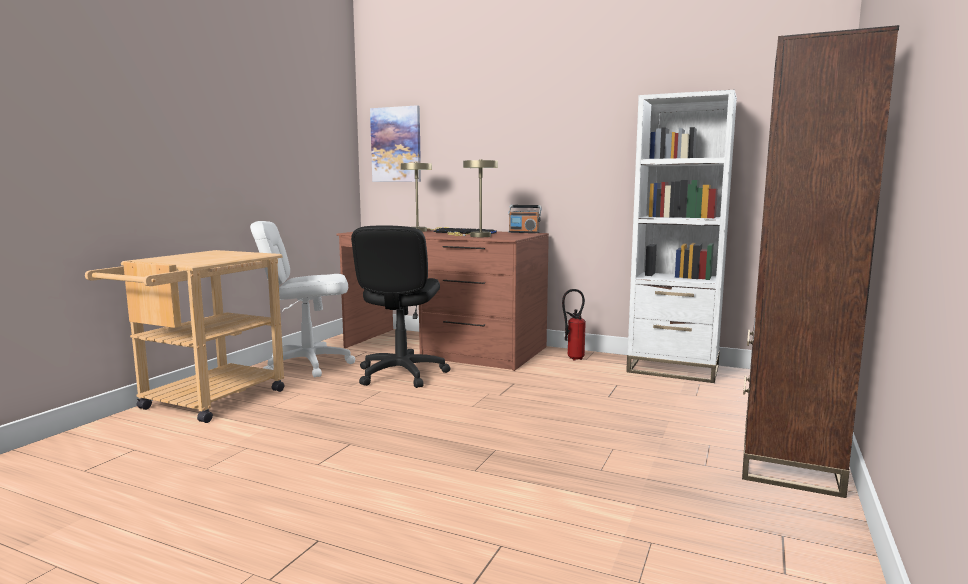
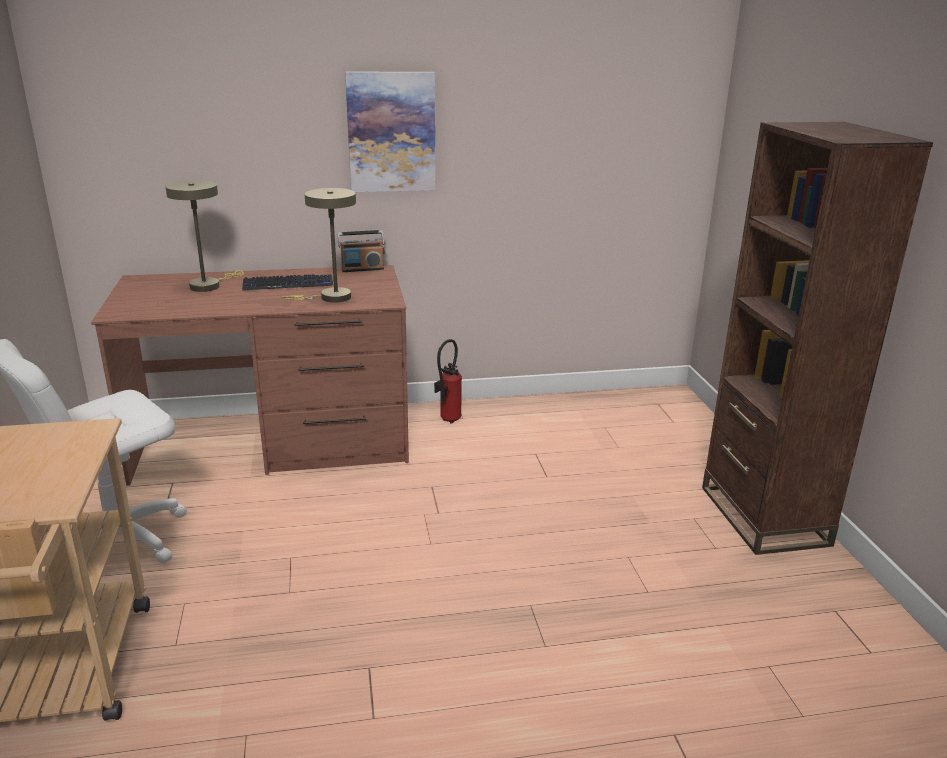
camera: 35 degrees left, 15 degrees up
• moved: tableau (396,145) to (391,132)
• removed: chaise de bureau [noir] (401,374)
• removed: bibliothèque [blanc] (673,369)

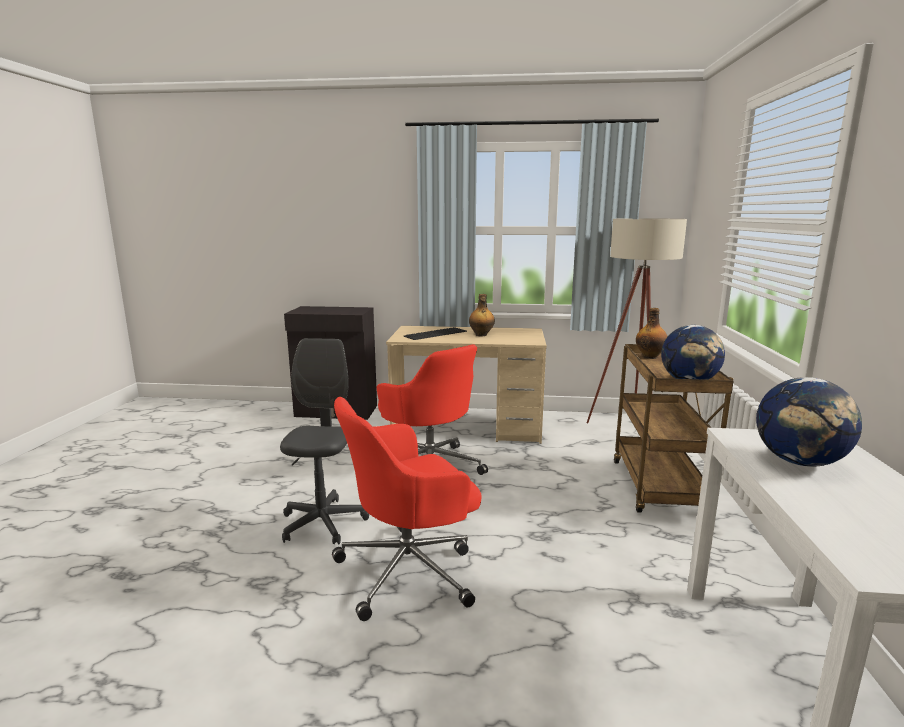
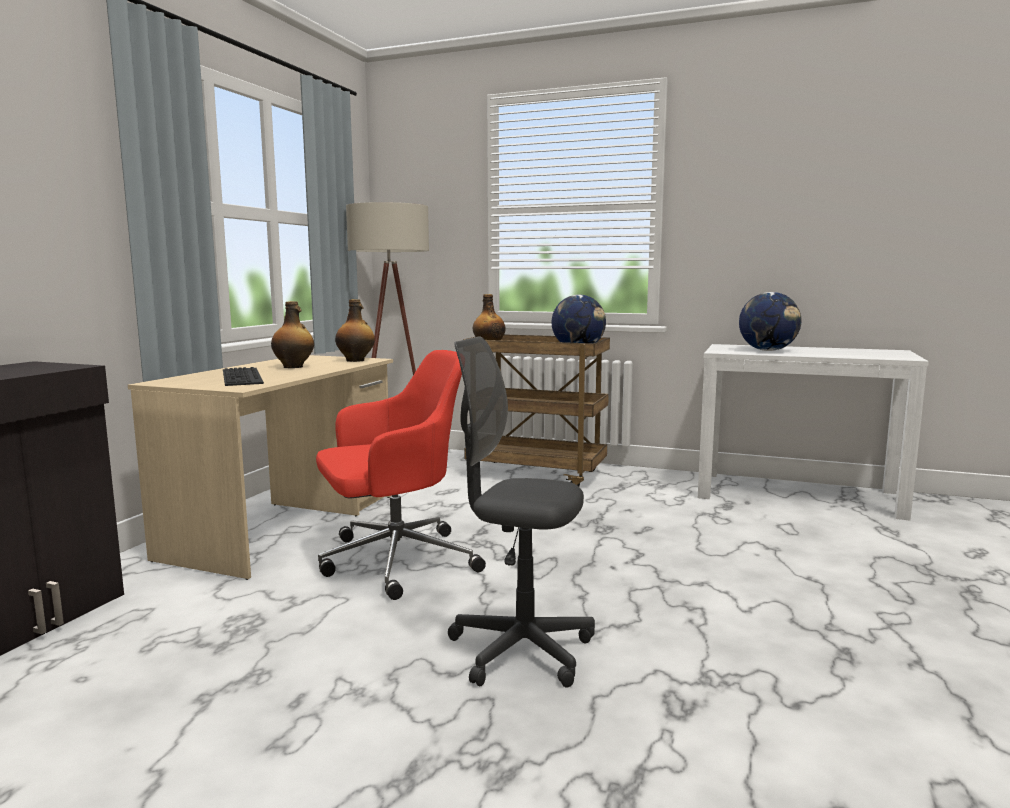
camera: 75 degrees left, 5 degrees down
• added: bouteille (356,360)
• removed: chaise de bureau [rouge] (410,570)

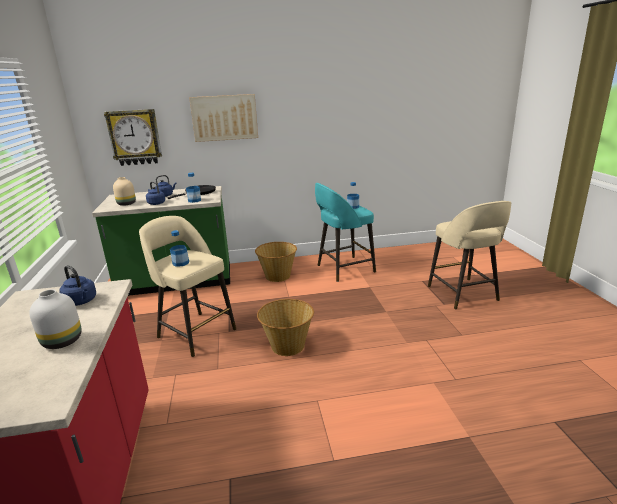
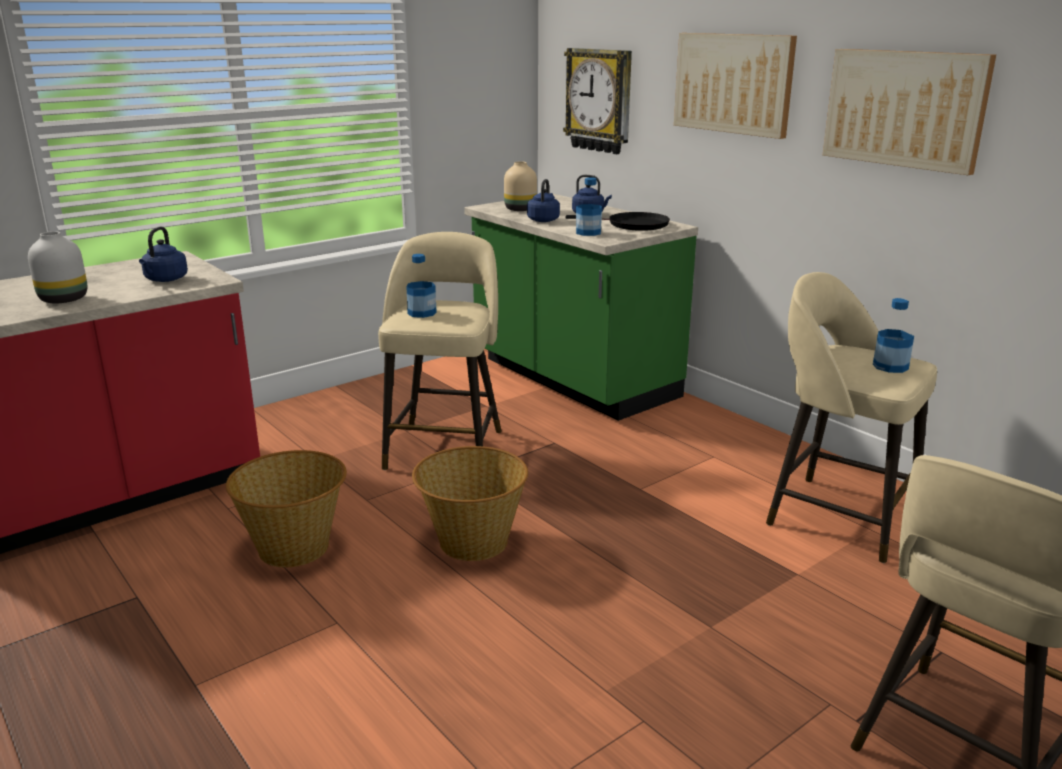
camera: 60 degrees right, 0 degrees up
• moved: panier (278,276) to (295,547)
• recoloured: tabouret [turquoise] (344,269) to tabouret [beige] (837,516)
• added: tableau (904,108)

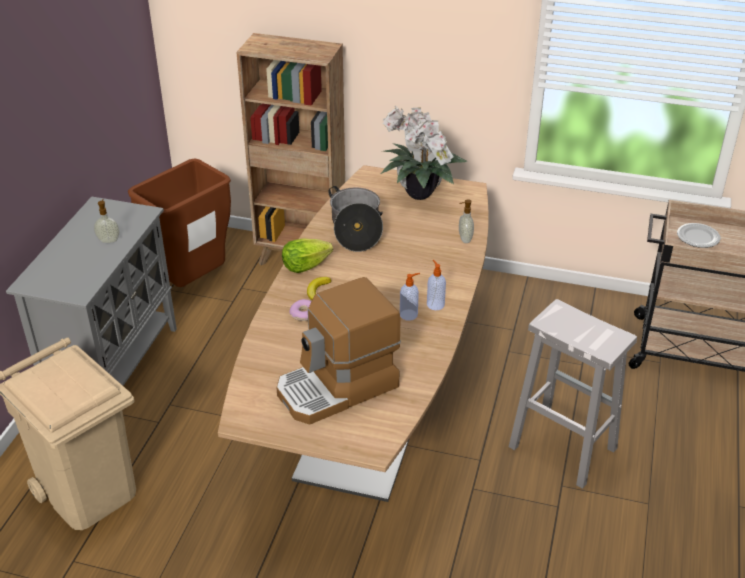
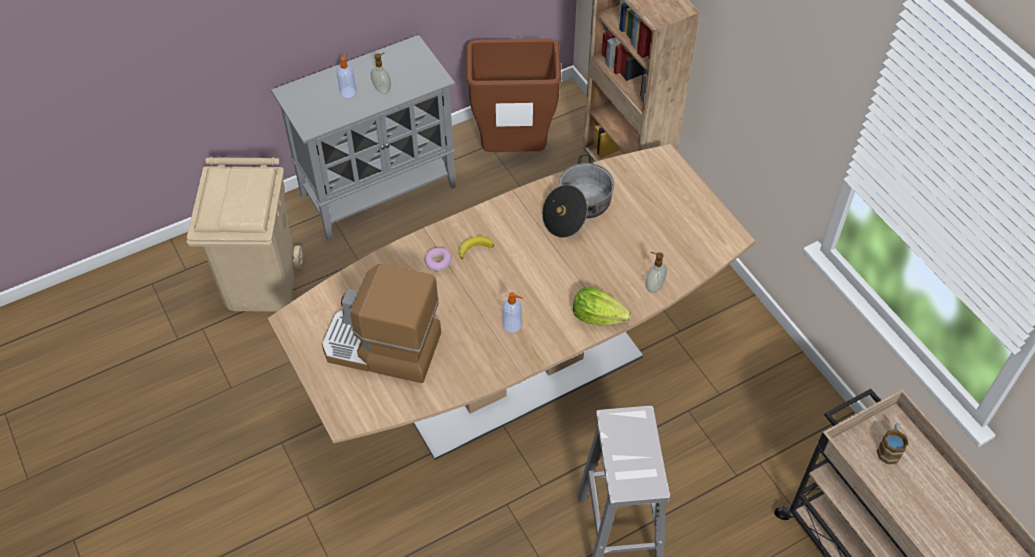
camera: 45 degrees right, 15 degrees up
• moved: distributeur de savon (435,304) to (348,92)
• moved: laitue (305,266) to (597,316)
• replaced: assiette (697,237) to mug (889,449)
• removed: plante en pot (420,196)

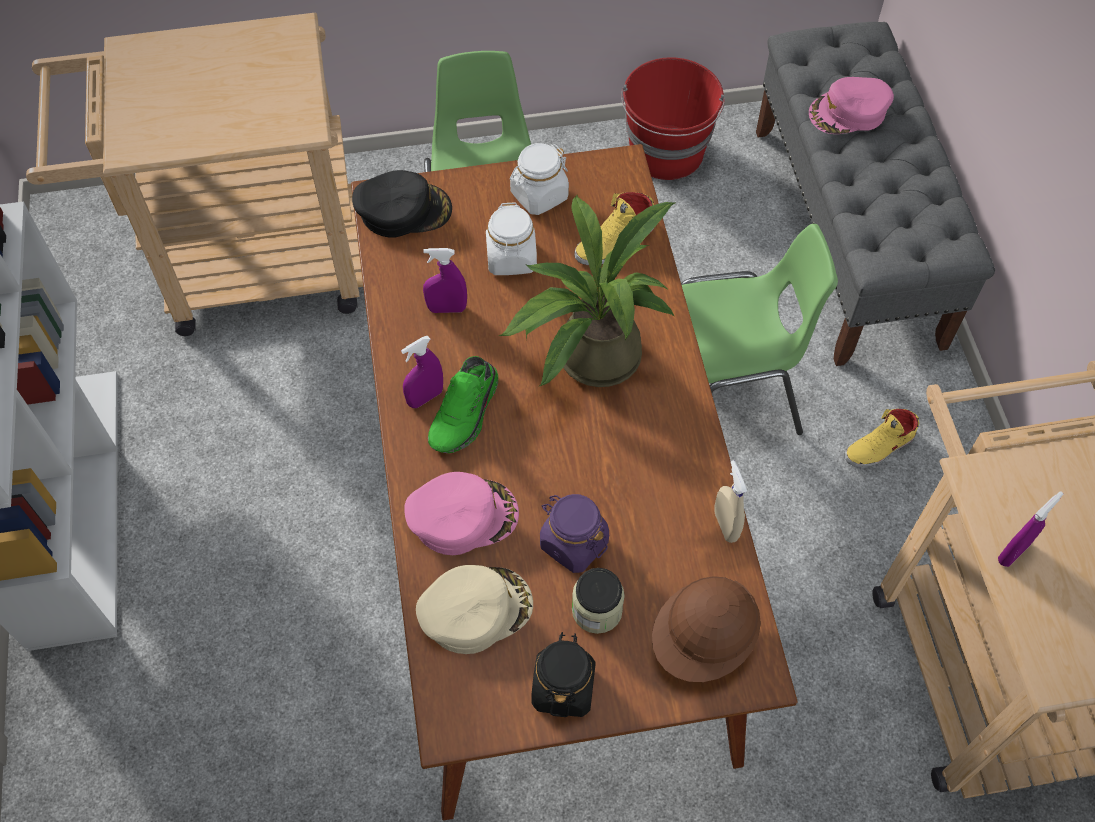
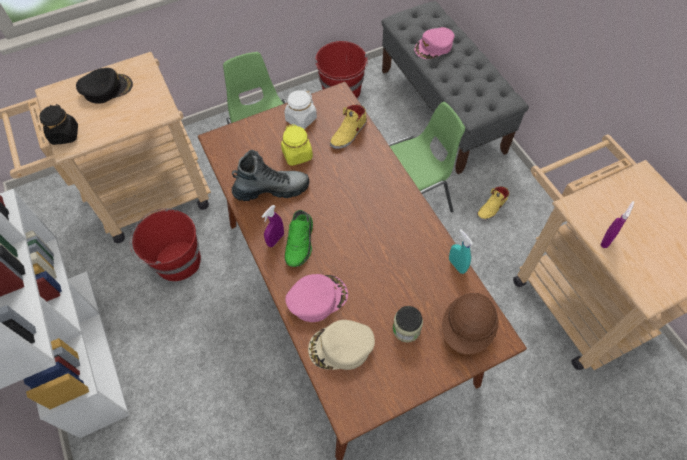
camera: 15 degrees left, 0 degrees up
• moved: bocal [noir] (563,687) to (65,134)
• moved: casquette [noir] (403,209) to (106,88)
• added: seau [rouge] (176,261)
• replaced: vaporisateur [violet] (447,308) to botte (271,189)
• recoloured: bocal [blanc] (511,258) to bocal [jaune] (297,155)
• turned: casquette [beige] (475,609) = (341,347) 150 degrees counterclockwise
• recoloured: vaporisateur [beige] (725,525) to vaporisateur [turquoise] (457,265)
• removed: plante en pot (588,359)
• removed: bocal [violet] (573,543)

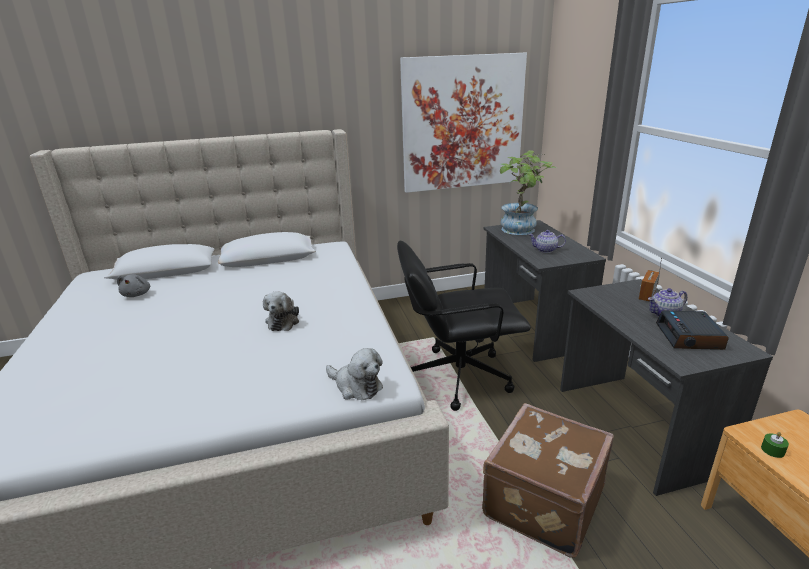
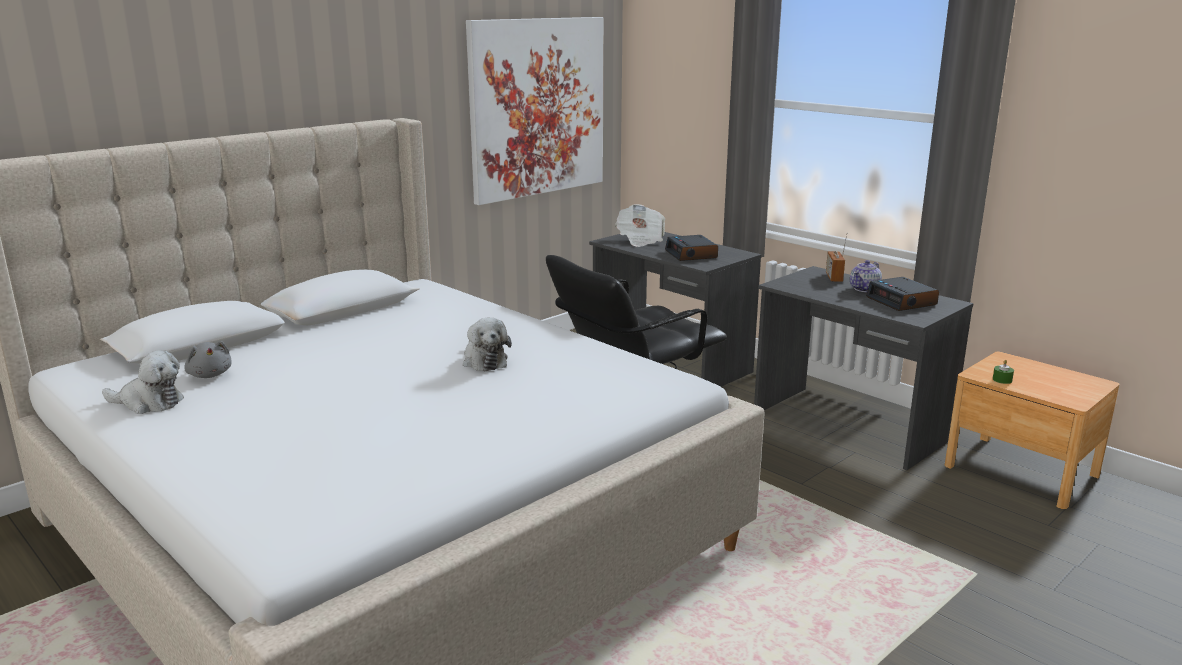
camera: 30 degrees left, 5 degrees down
• moved: peluche (356,386) to (149,403)
• replaced: plante en pot (521,231) to journal (640,240)
• replaced: théière (546,250) to réveil (691,254)
• removed: valise [marron] (541,501)

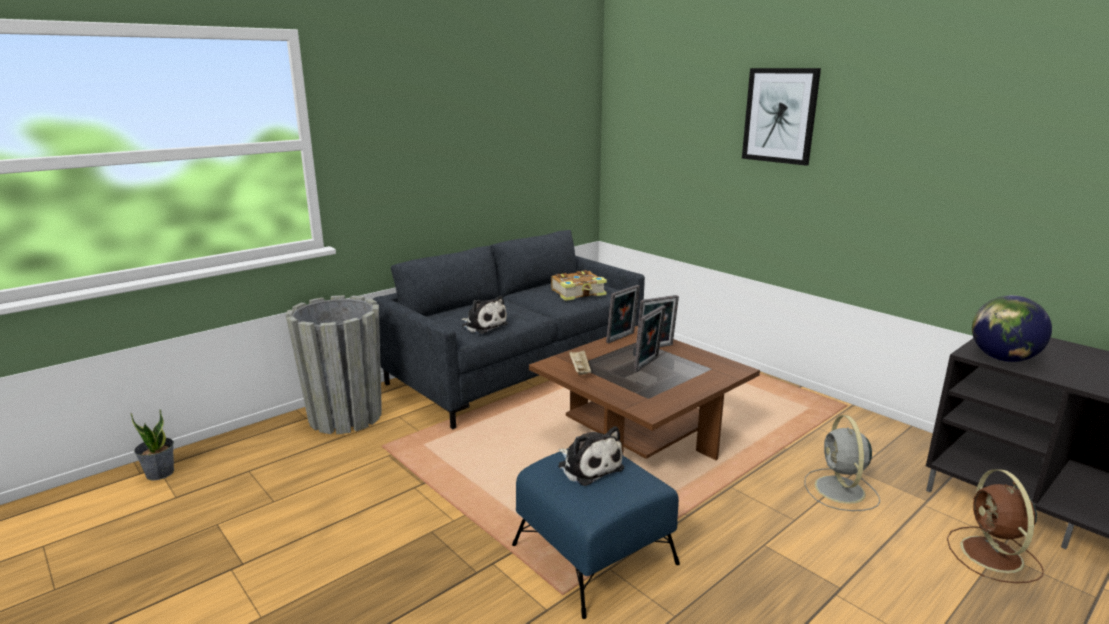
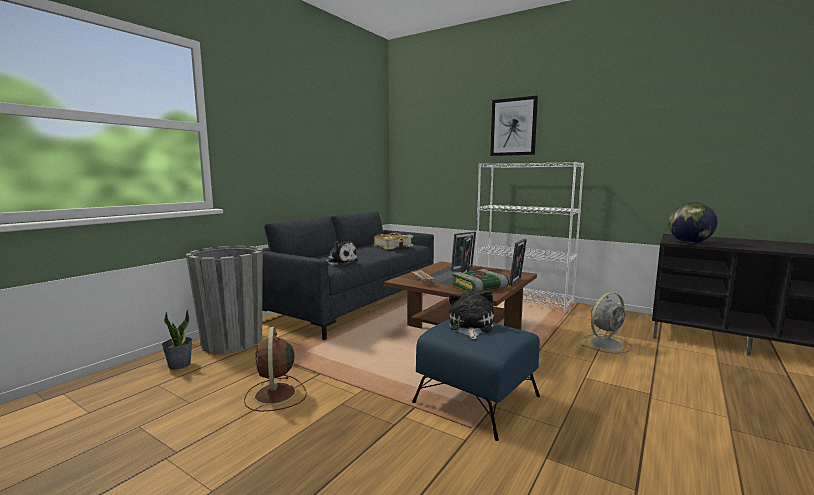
camera: 15 degrees left, 10 degrees down
• moved: plante en pot (160,473) to (179,365)
• moved: ventilateur [marron] (993,556) to (275,395)
• turned: peluche (588,466) = (470,326) 120 degrees counterclockwise
• added: livre (479,287)
• added: bibliothèque [blanc] (523,300)
• moved: cadre photo (622,338) to (517,282)
• turned: ventilateur [gris] (840,491) = (606,343) 105 degrees counterclockwise

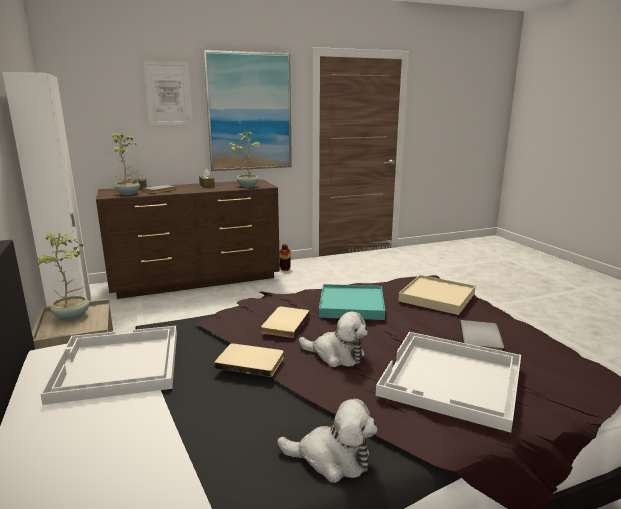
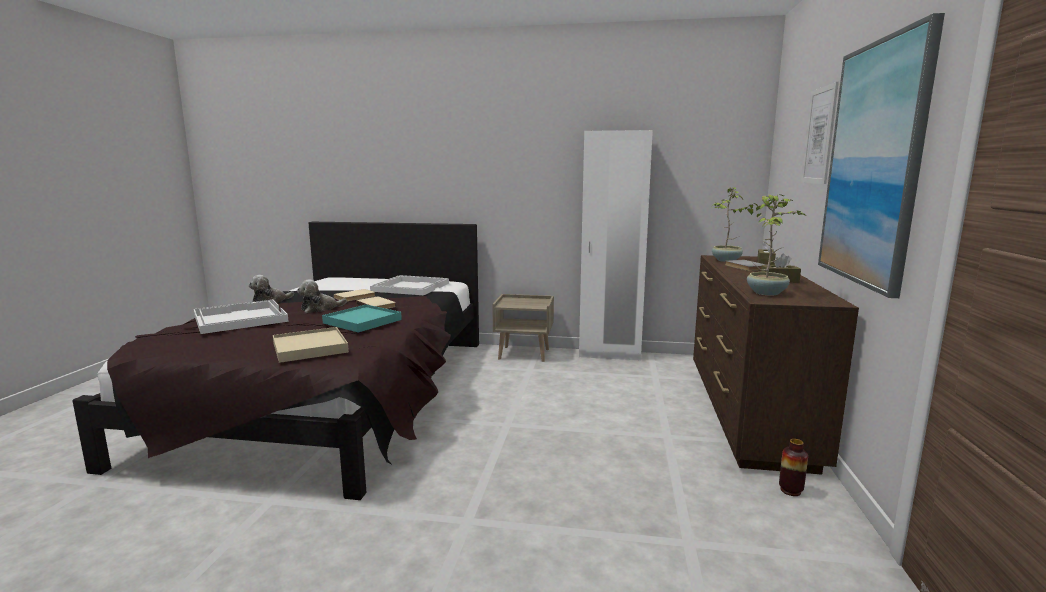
camera: 120 degrees right, 5 degrees down
• removed: plante en pot (72,316)
• removed: livre [gris] (482,339)

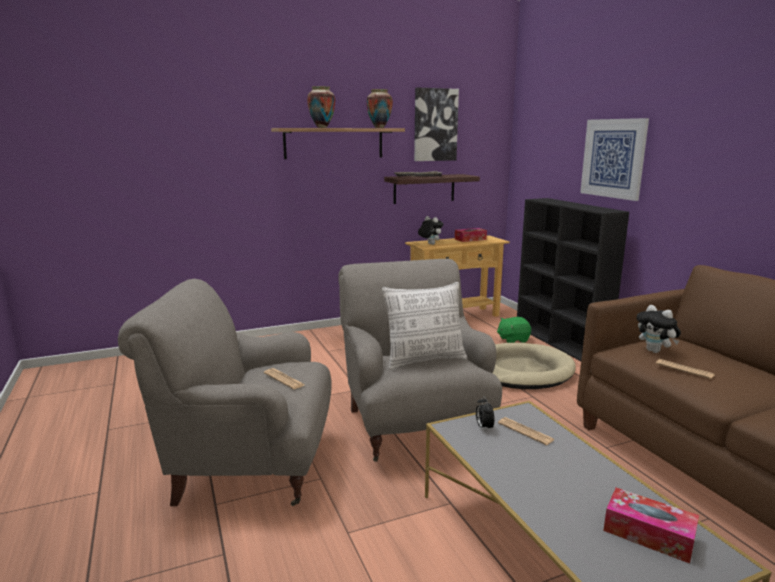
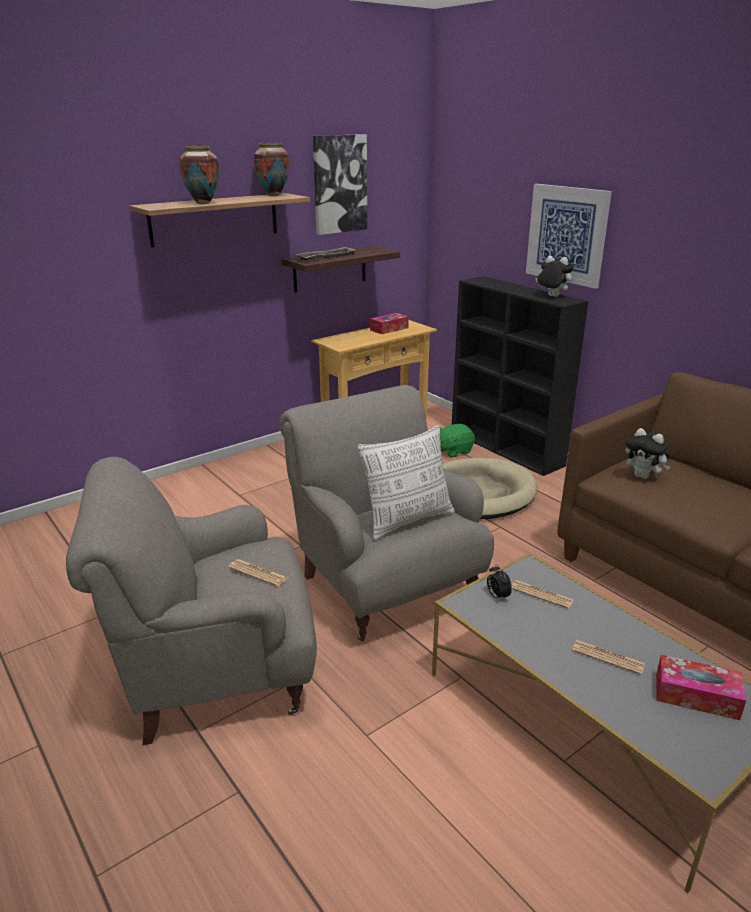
camera: 15 degrees left, 10 degrees up
• moved: peluche (429,244) to (551,296)
• moved: journal (684,369) to (608,657)

